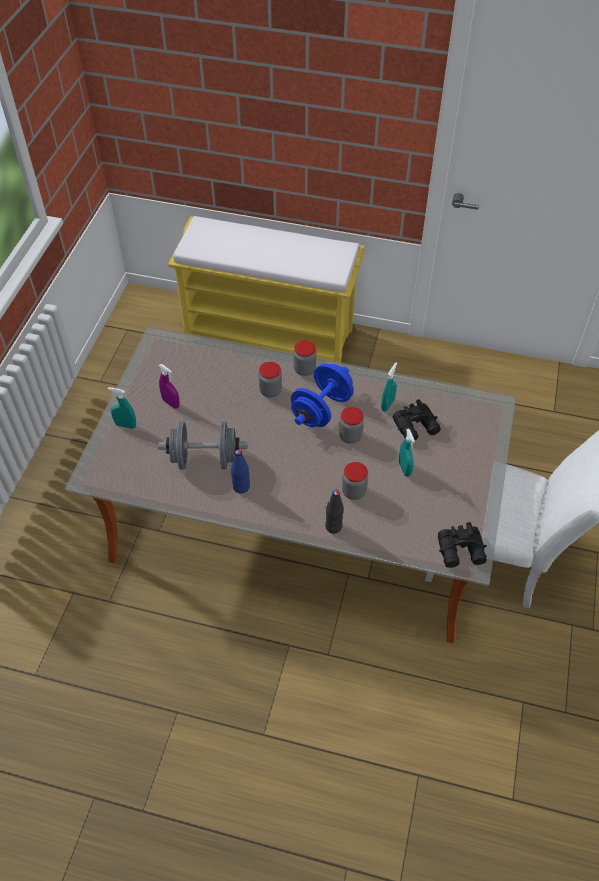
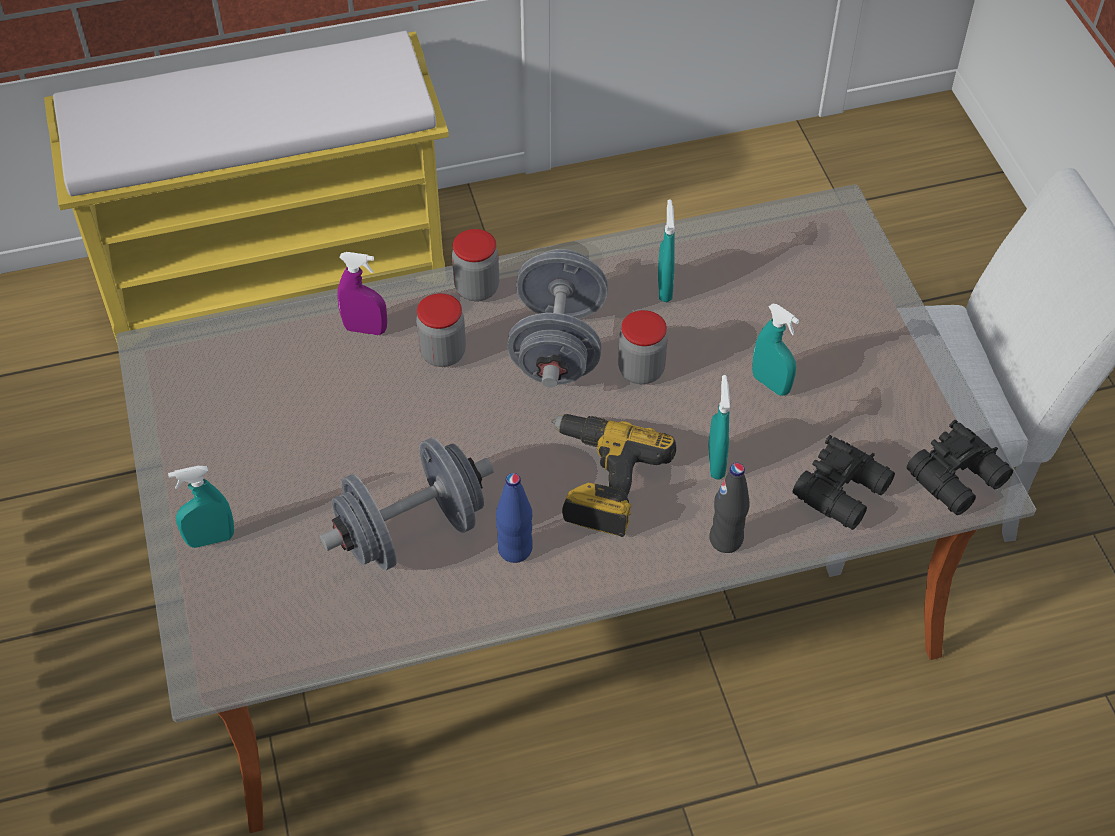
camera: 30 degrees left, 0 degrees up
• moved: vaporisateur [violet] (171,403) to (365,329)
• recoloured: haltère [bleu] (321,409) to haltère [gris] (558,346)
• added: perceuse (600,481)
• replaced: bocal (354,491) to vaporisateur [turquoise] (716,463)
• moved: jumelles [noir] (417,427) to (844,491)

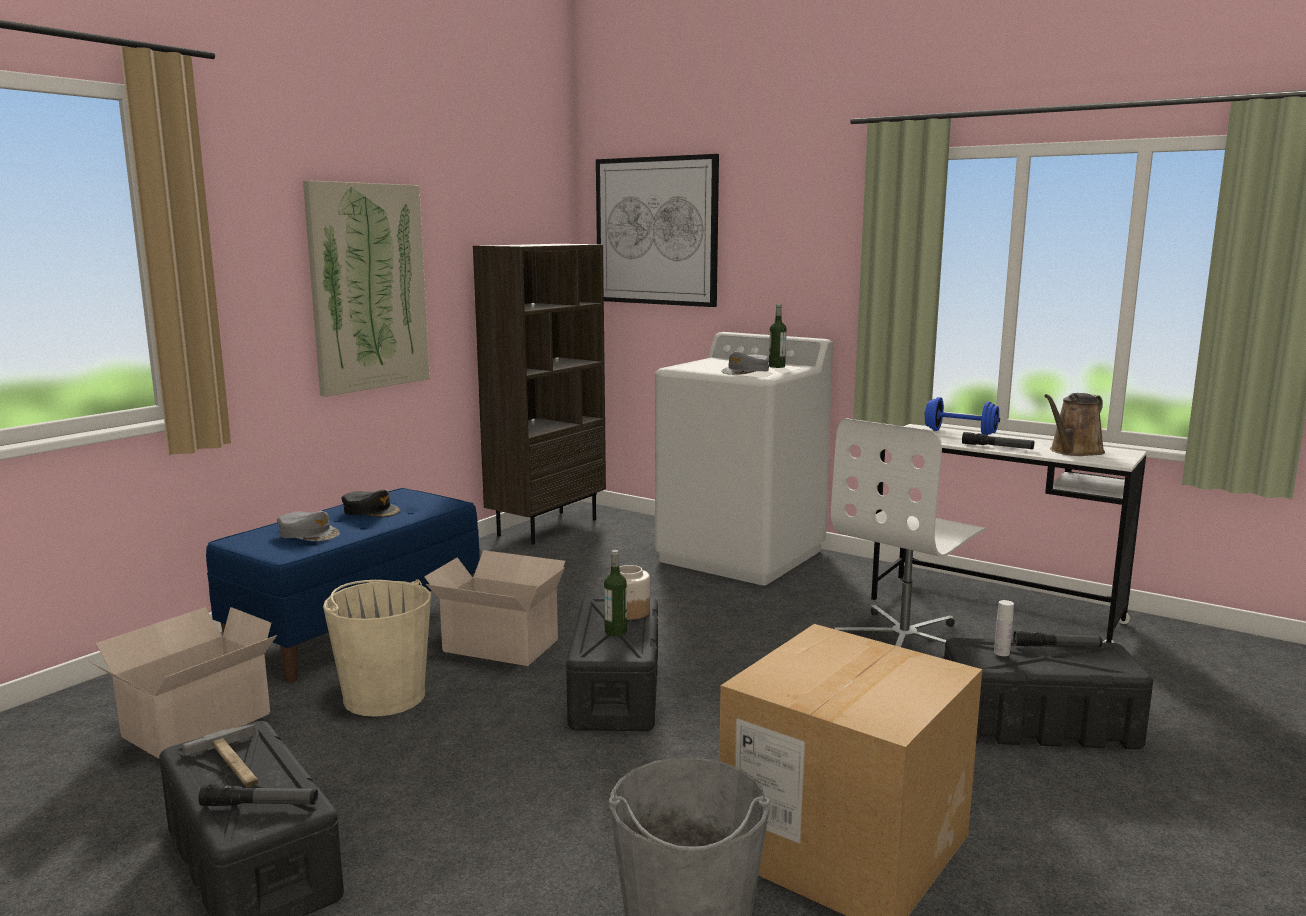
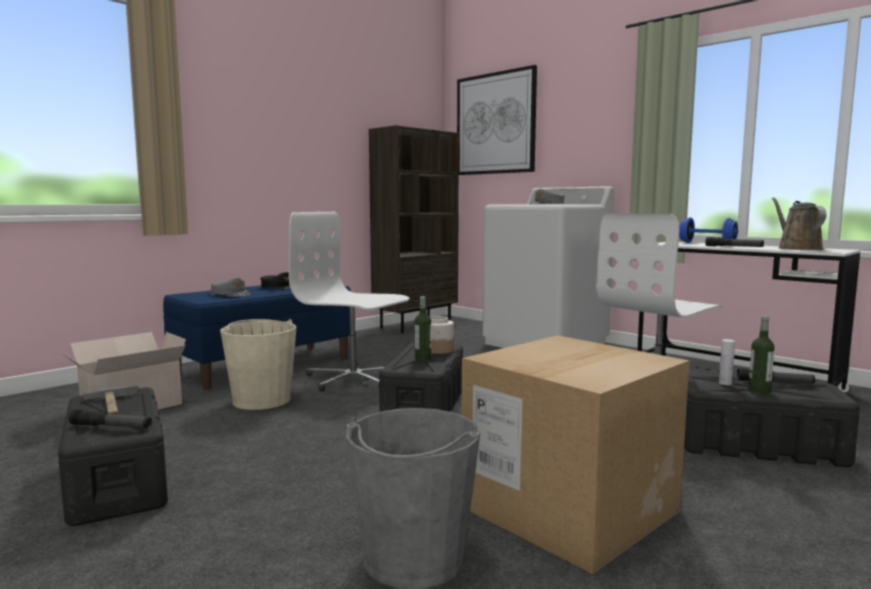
camera: 10 degrees right, 5 degrees down
• replaced: carton (498,645) to chaise de bureau [blanc] (353,379)
• moved: bouteille (777,366) to (759,391)
• turned: arrosoir [marron] (1074,452) = (797,249) 120 degrees clockwise
• removed: tableau (368,287)

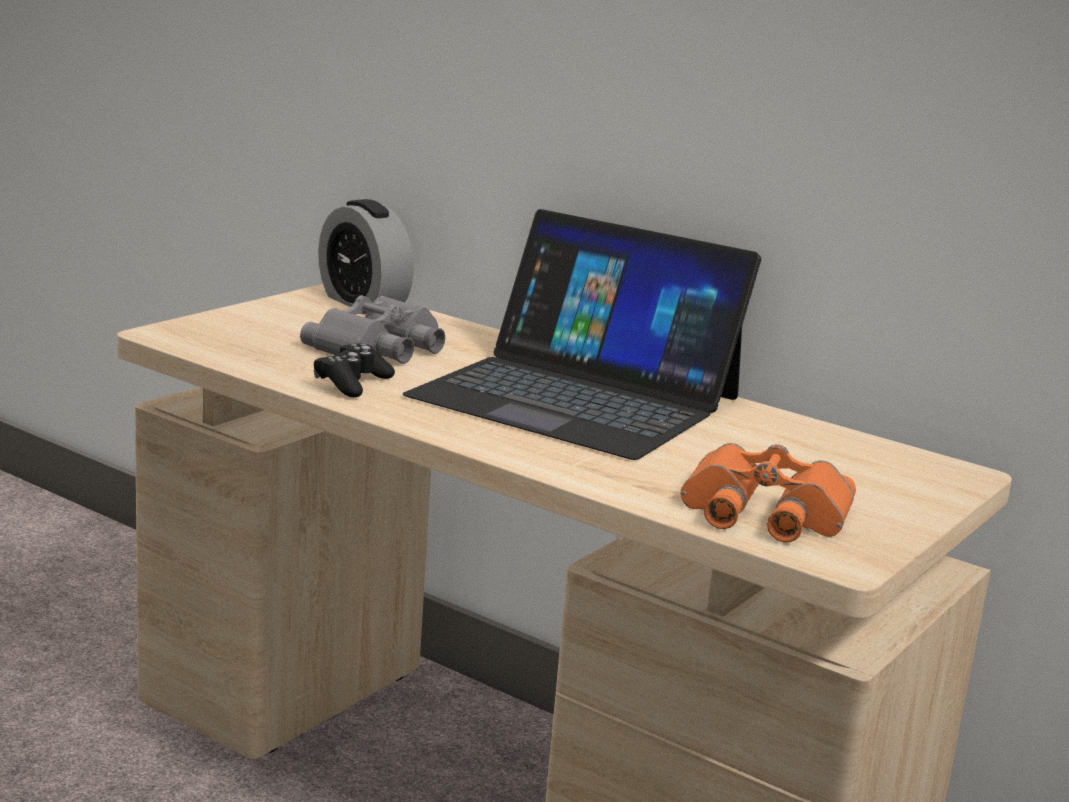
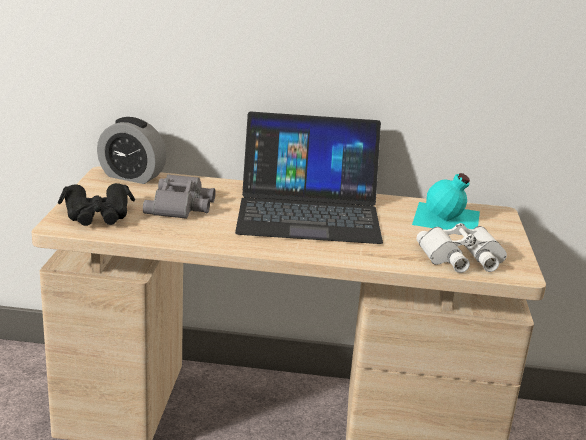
camera: 30 degrees left, 5 degrees up
• added: jumelles [noir] (97,215)
• added: bouteille [turquoise] (447,218)
• recoloured: jumelles [orange] (762,512) to jumelles [blanc] (462,258)
• removed: manette [noir] (352,383)

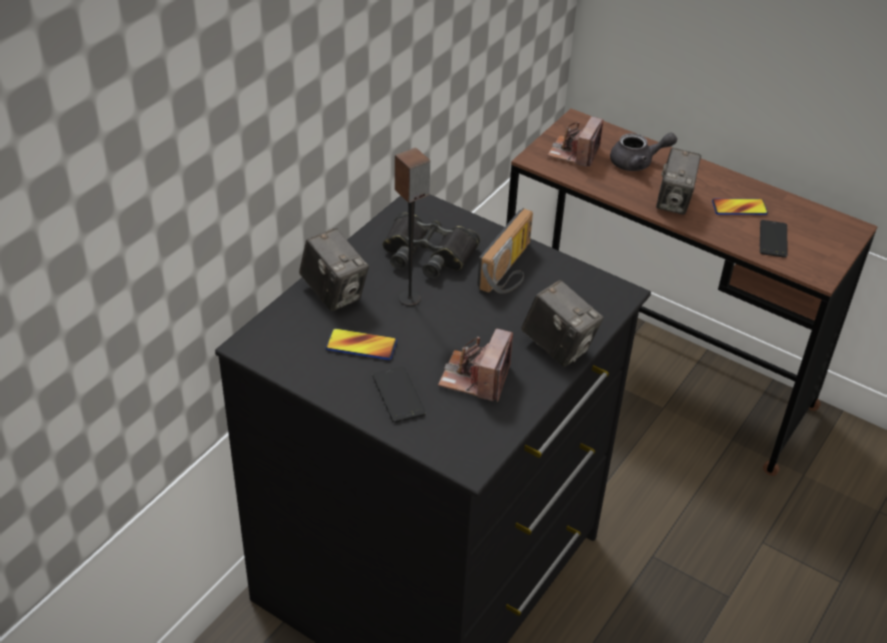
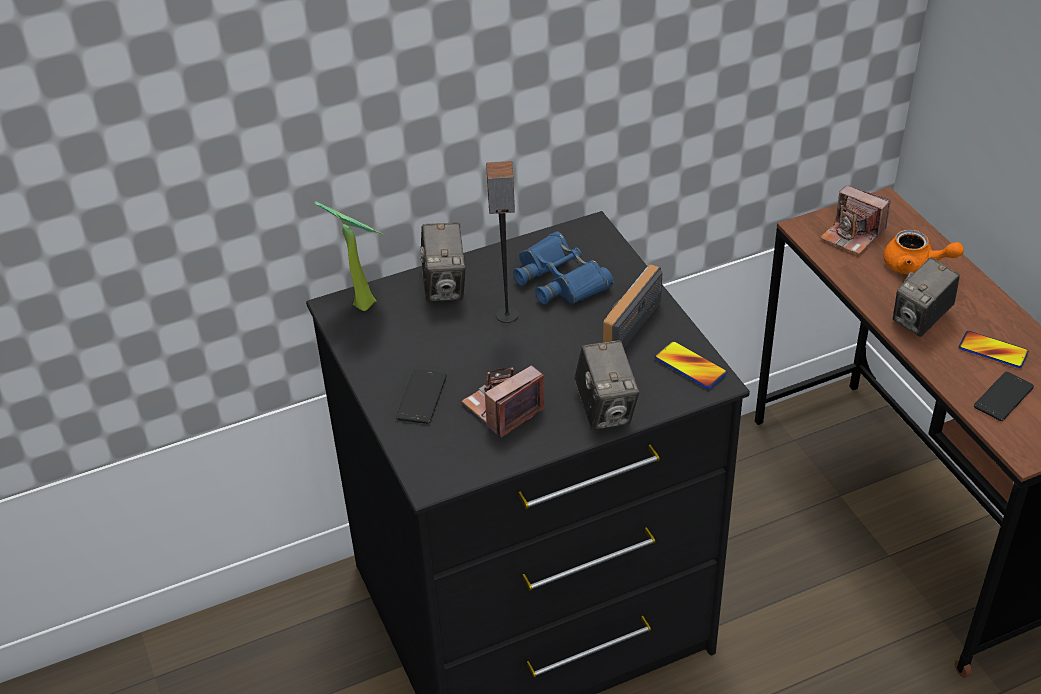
camera: 35 degrees right, 0 degrees up
• added: plante en pot (364,301)
• recoloured: jumelles [noir] (427,253) to jumelles [bleu] (560,279)
• turned: radio (511,270) = (624,322) 150 degrees clockwise
• moved: téléphone (361,345) to (690,366)
• turned: appareil photo (574,153) = (852,235) 105 degrees counterclockwise
• recoloured: théière [gris] (637,162) to théière [orange] (915,266)

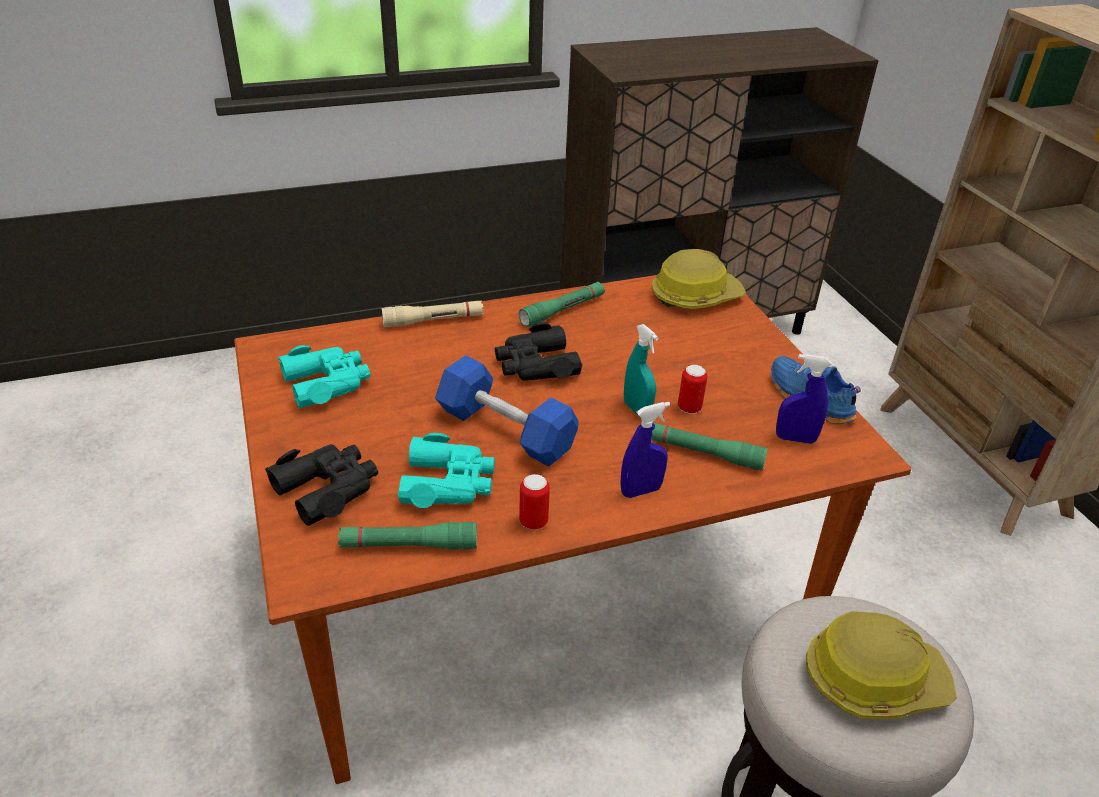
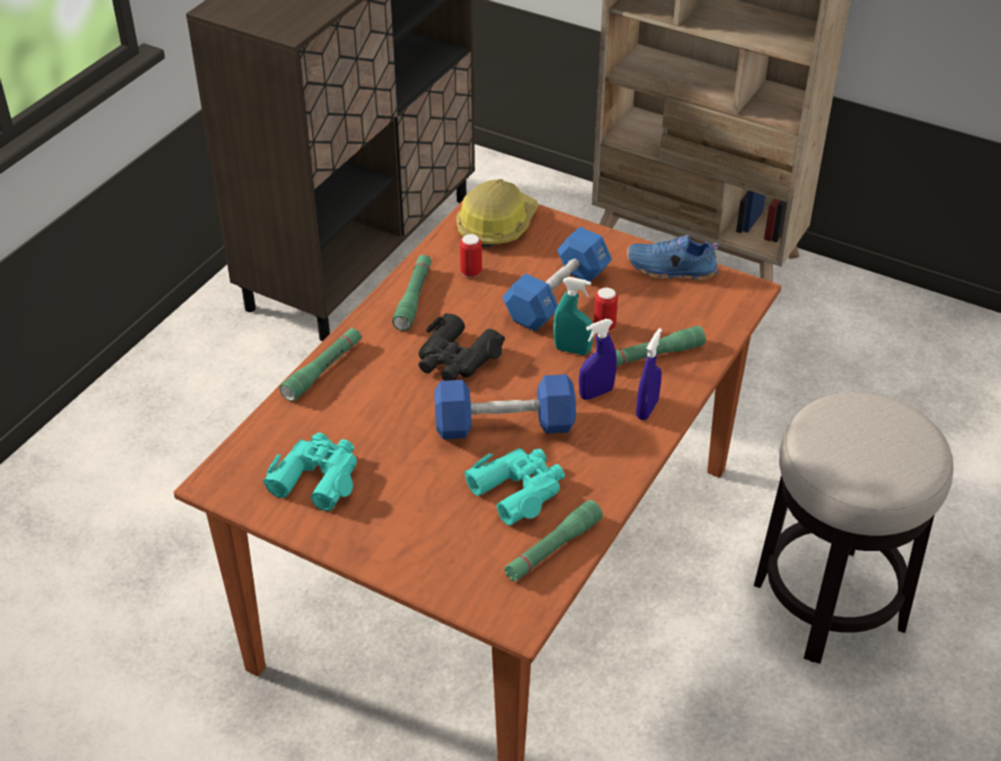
camera: 40 degrees left, 5 degrees up
• recoloured: lampe de poche [beige] (433,320) to lampe de poche [vert] (323,370)
• moved: boîte métallique (533,522) to (471,272)
• added: haltère [bleu] (557,296)
• moved: vaporisateur [bleu] (795,439) to (596,393)
• removed: jumelles [noir] (327,488)
• removed: casque de chantier (873,679)

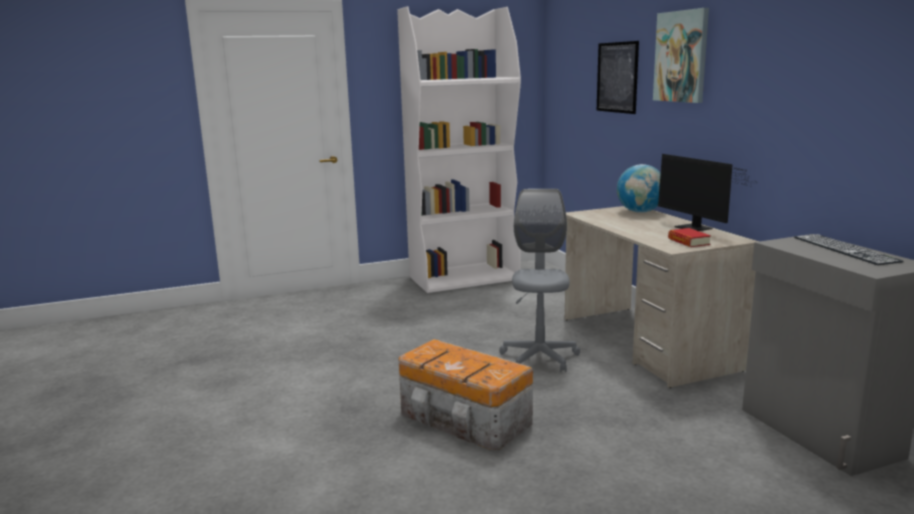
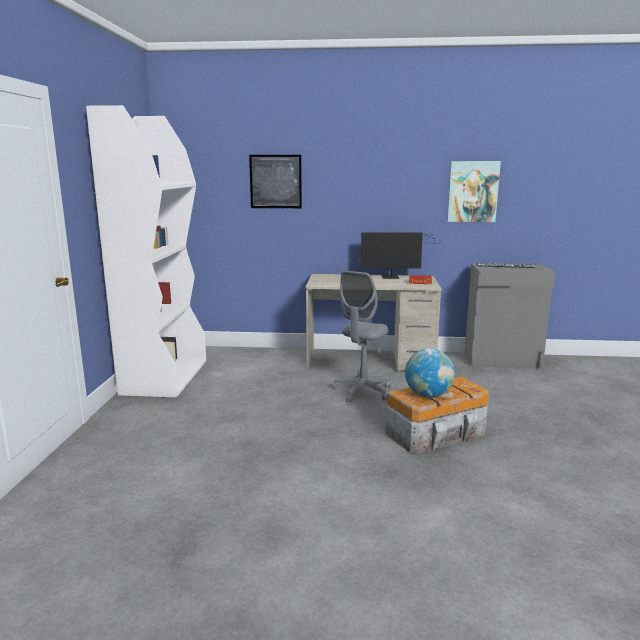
camera: 65 degrees left, 0 degrees up
• turned: chaise de bureau [gris] (539,358) = (362,391) 90 degrees counterclockwise
• moved: globe (640,212) to (428,395)
• moved: tableau (681,56) to (472,191)

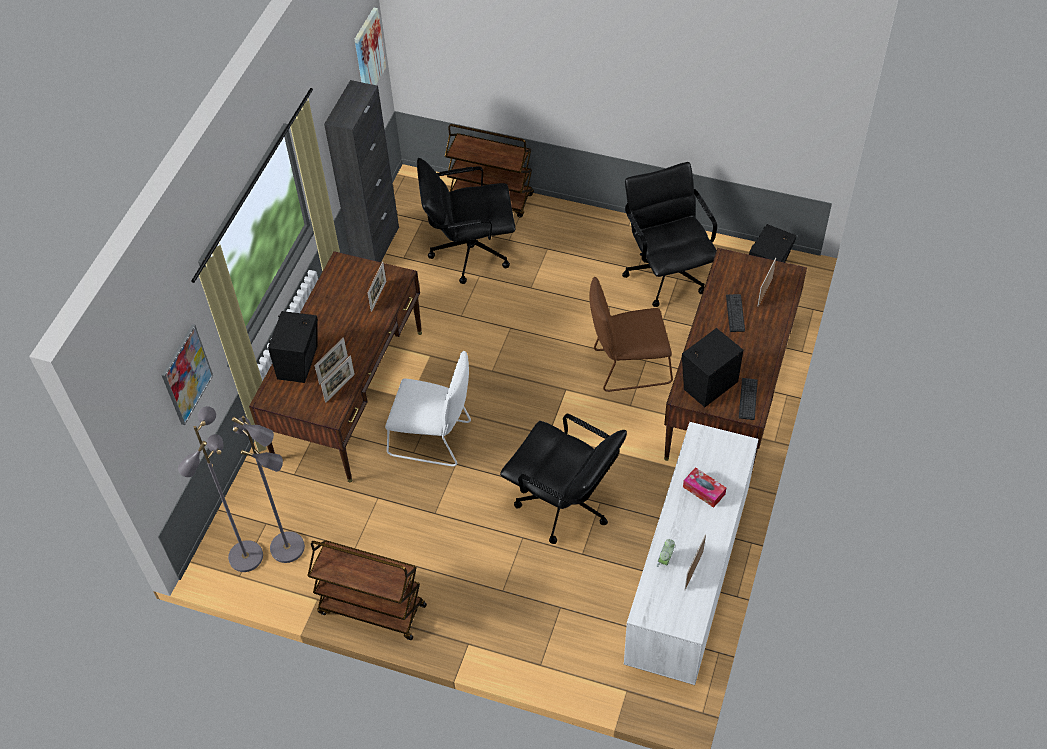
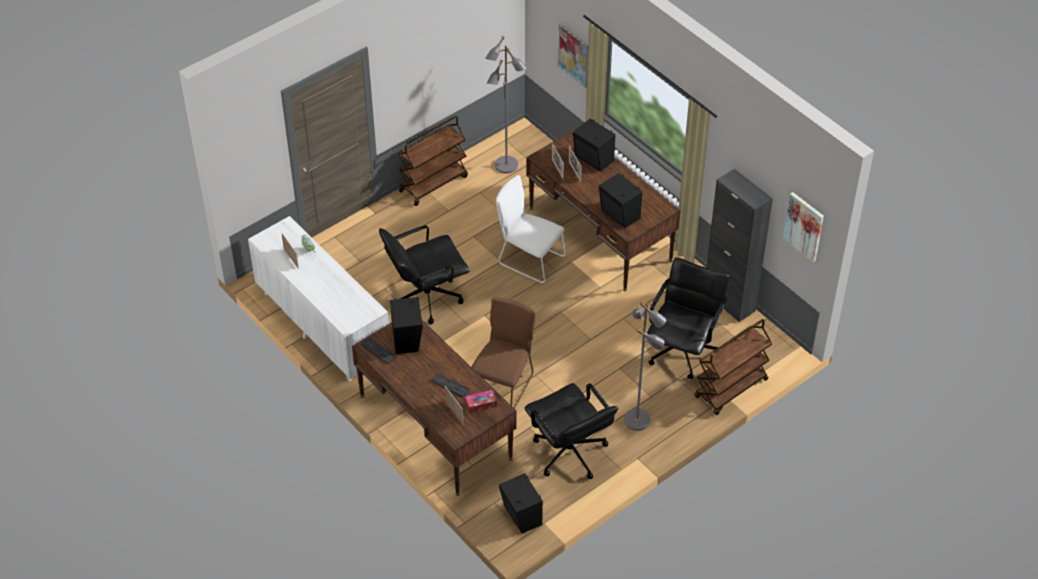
camera: 120 degrees right, 5 degrees down
• moved: boîte à mouchoirs (704,490) to (481,404)
• turned: chaise [blanc] (434,439) = (529,259) 75 degrees clockwise
• turned: chaise de bureau [noir] (666,274) = (569,454) 45 degrees clockwise
• replaced: cadre photo (378,296) to enceinte [noir] (620,215)
• moved: lampadaire [gris] (245,556) to (638,420)

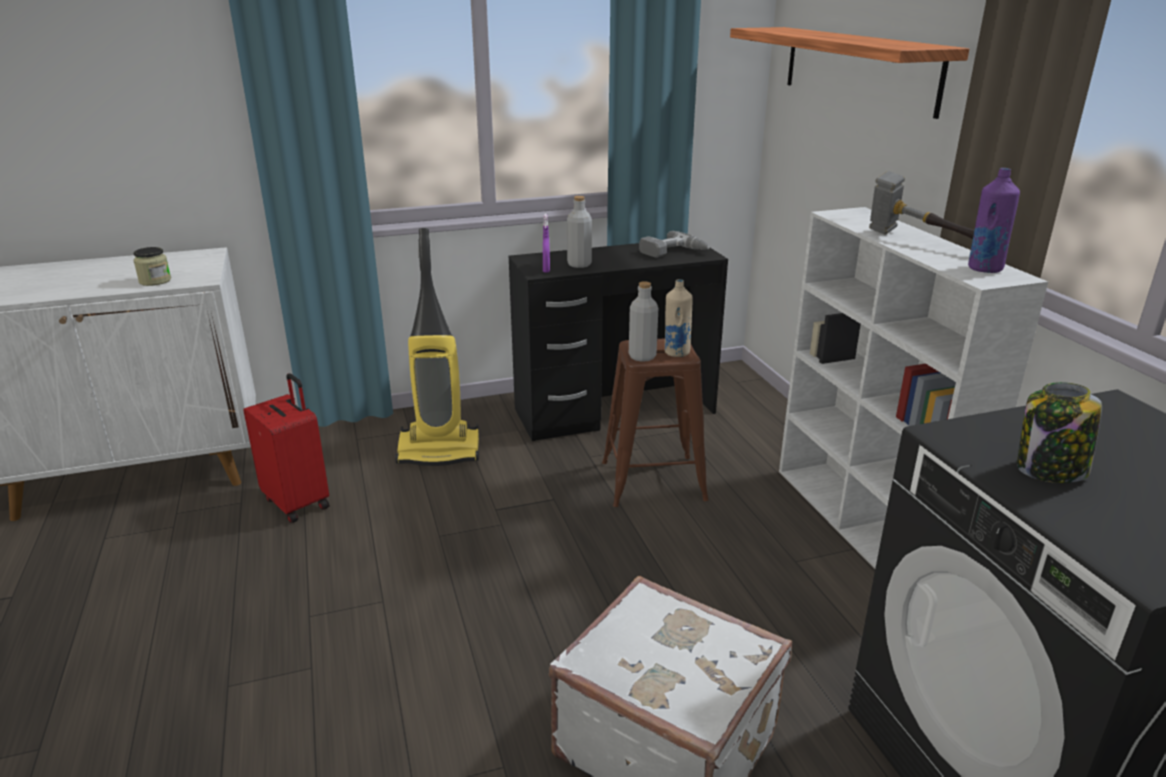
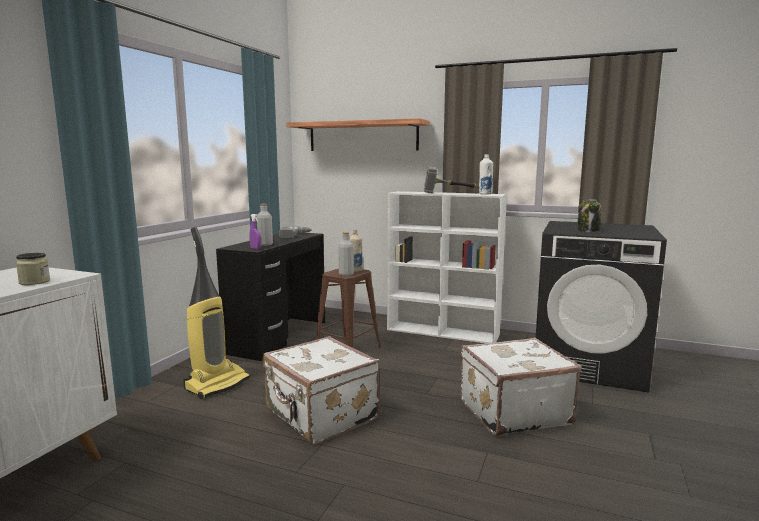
camera: 50 degrees left, 15 degrees down
• added: valise [blanc] (320,416)
• recoloured: bouteille [violet] (984,268) to bouteille [blanc] (485,194)
• removed: valise [rouge] (298,502)

